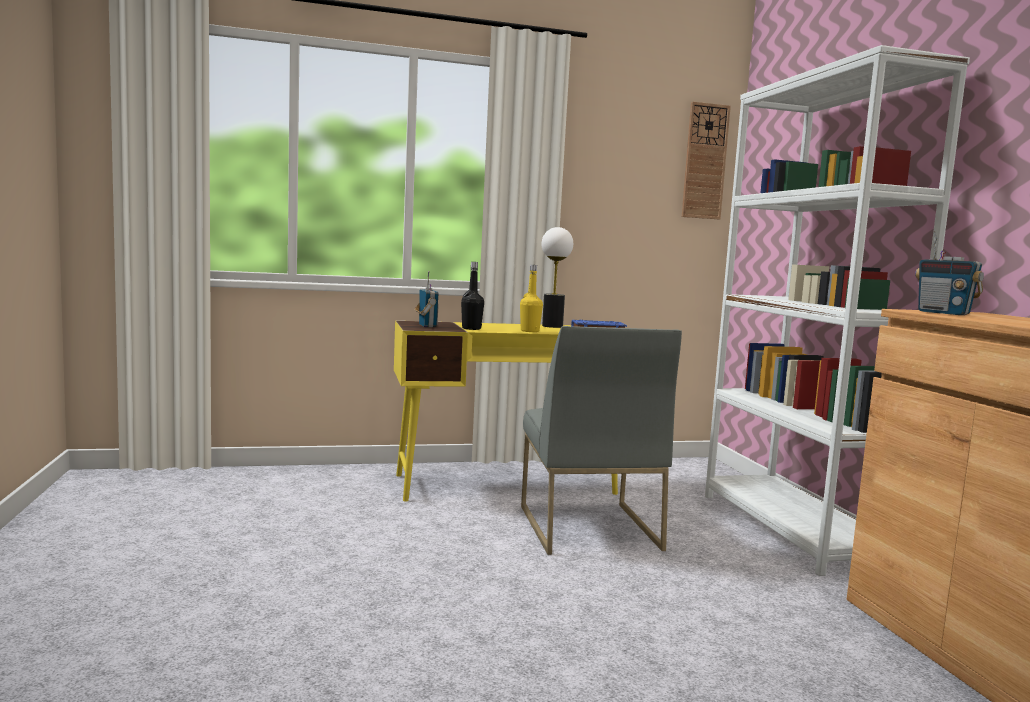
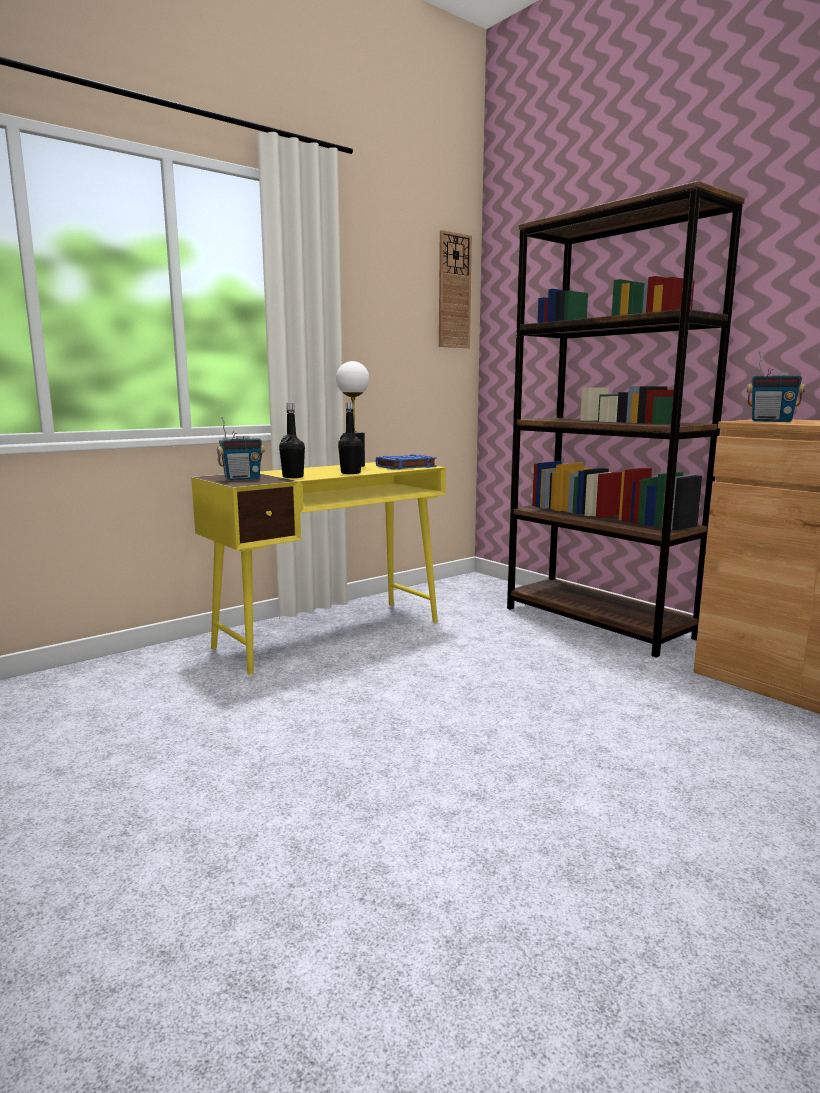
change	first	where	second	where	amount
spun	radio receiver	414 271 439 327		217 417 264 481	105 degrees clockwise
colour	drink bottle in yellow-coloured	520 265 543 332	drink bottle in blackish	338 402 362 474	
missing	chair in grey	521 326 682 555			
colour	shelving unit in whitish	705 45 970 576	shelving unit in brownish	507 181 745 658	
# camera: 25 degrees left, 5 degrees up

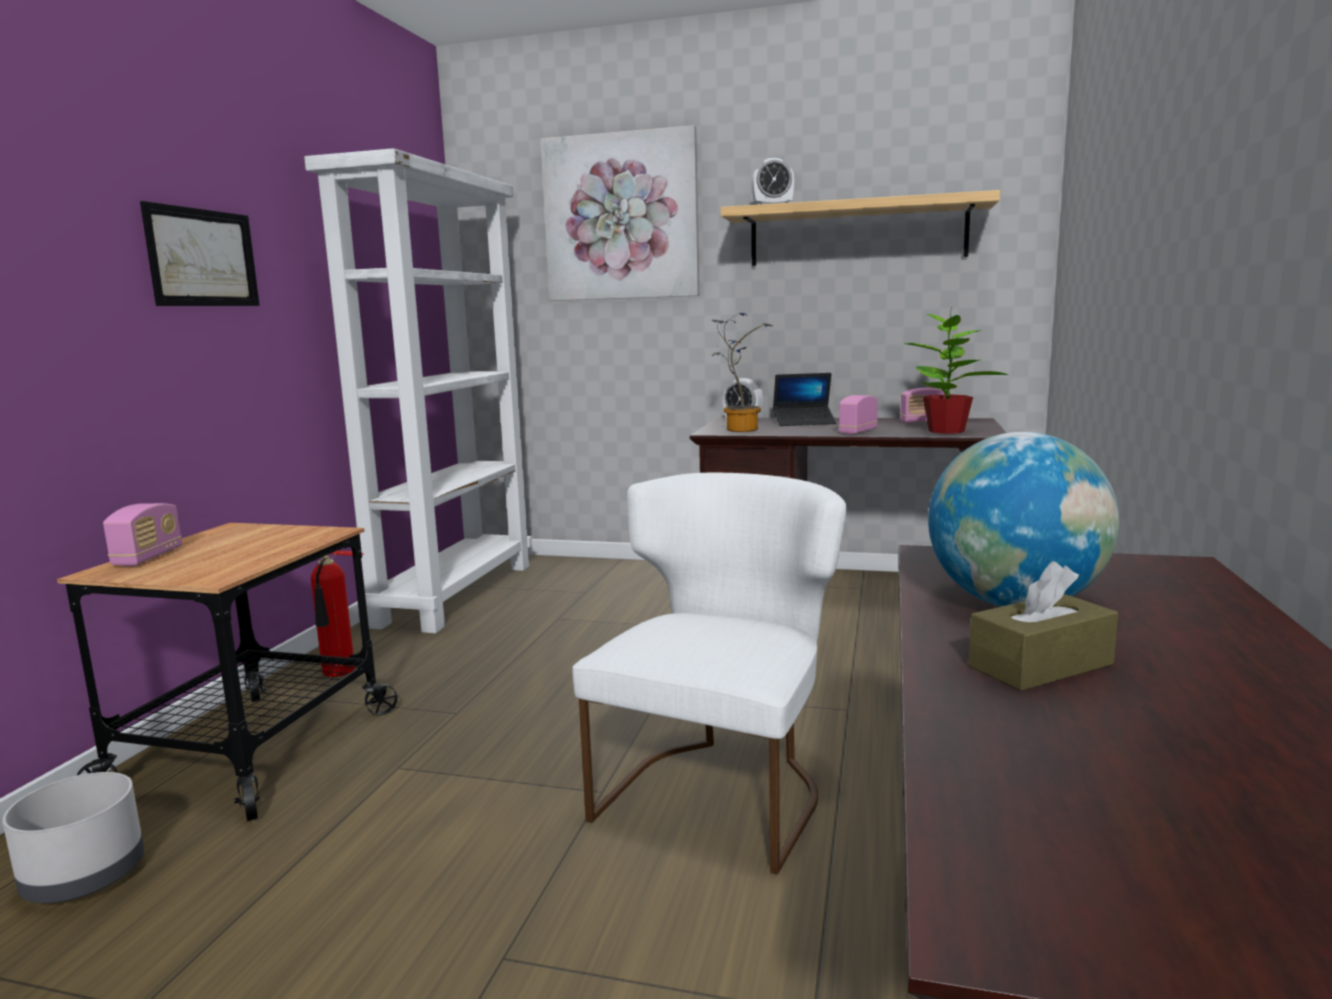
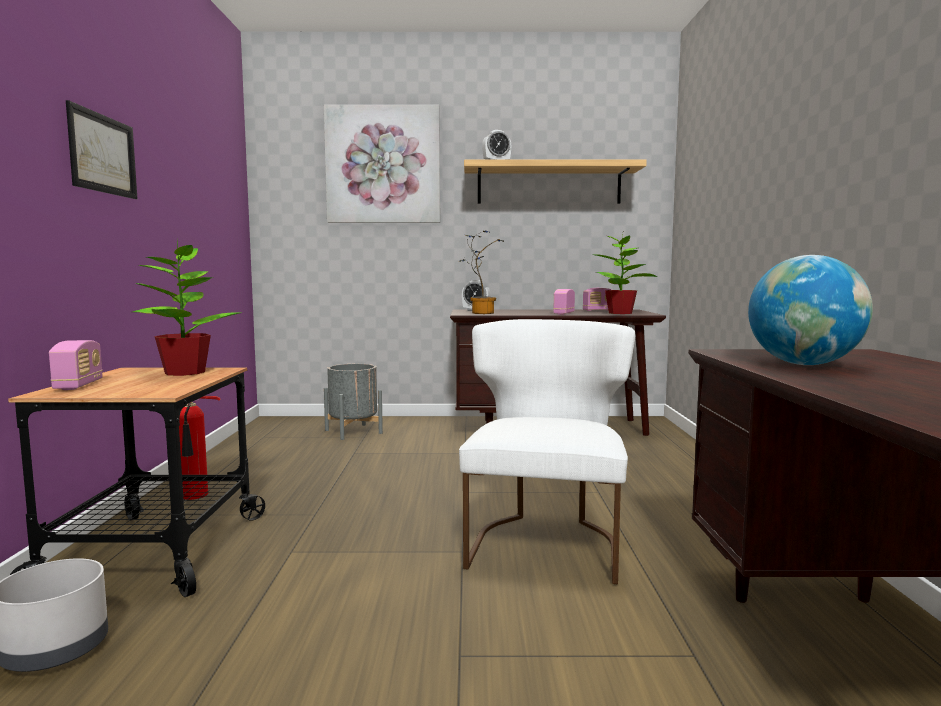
change	first	where	second	where	amount
missing	shelving unit in whitish	304 148 532 633			
missing	portable computer	773 373 836 426			
missing	box of tissues in brownish	969 561 1118 691			
appeared			potted plant	132 238 239 376	
appeared			plant pot in grey	324 364 383 440	
# camera: 15 degrees left, 5 degrees down

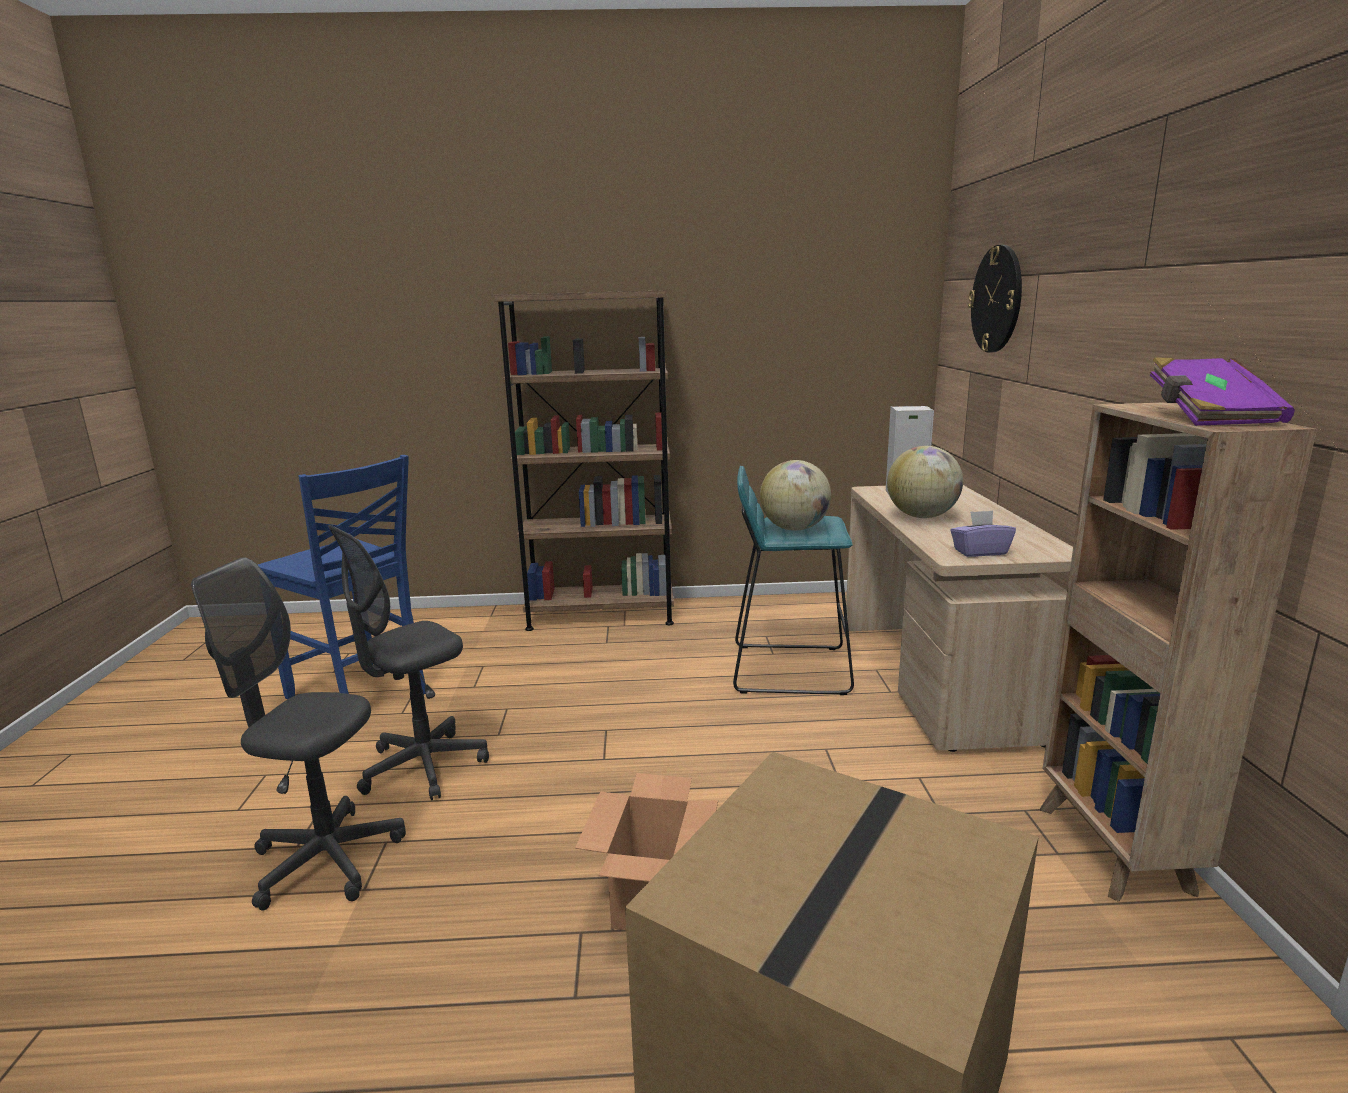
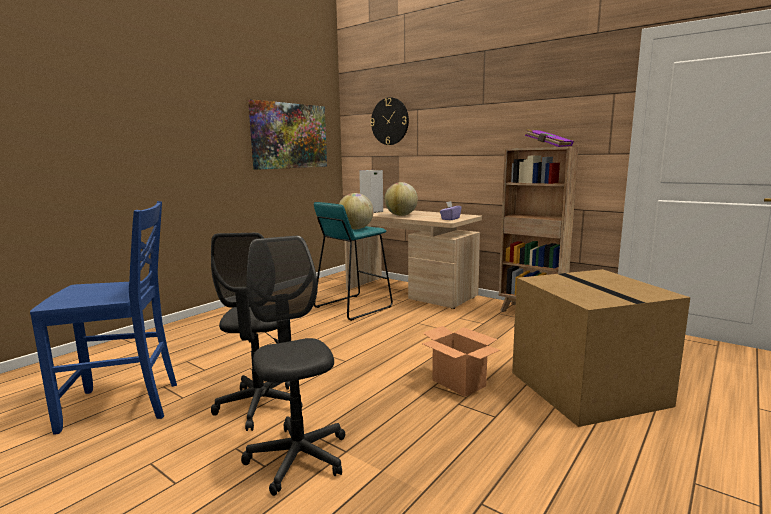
change	first	where	second	where	amount
spun	office chair in grey	191 557 406 911		241 236 345 496	105 degrees clockwise
missing	shelving unit in brownish	494 290 674 631			
appeared			wall picture	248 99 327 170	
# camera: 50 degrees left, 5 degrees down

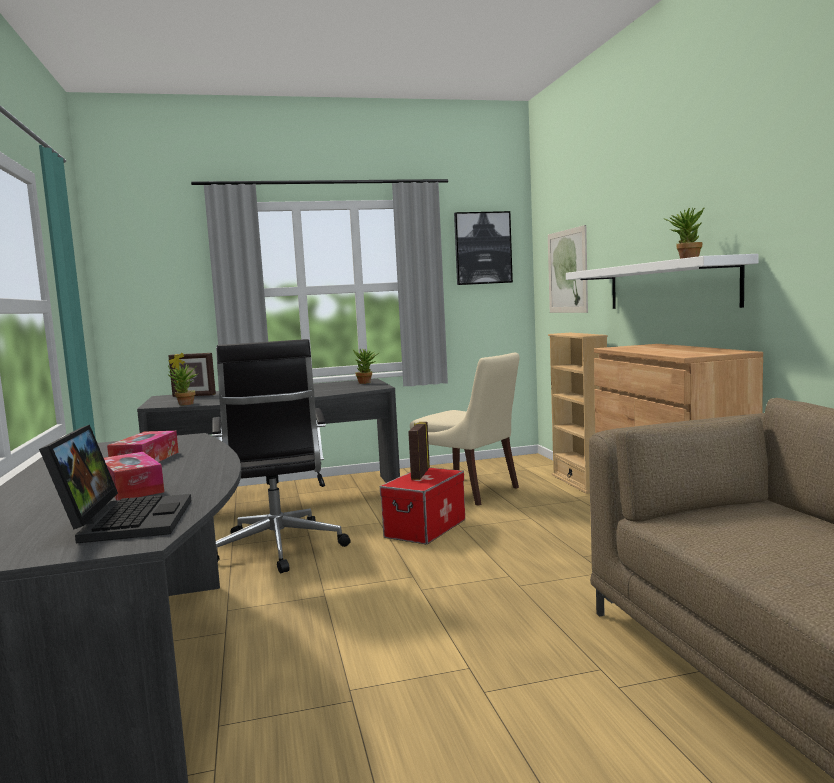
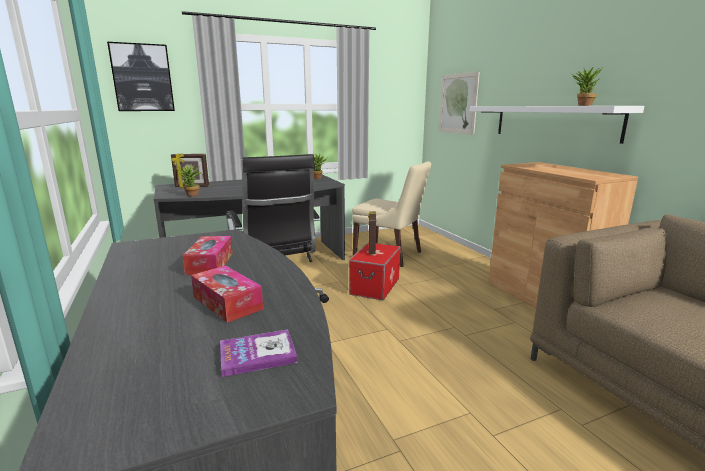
change	first	where	second	where	amount
exchanged	portable computer	39 425 191 544	book	220 330 298 377	
relocated	wall picture	454 211 513 285		107 42 175 111	
missing	shelving unit in sand-coloured	548 333 608 494			
# camera: 10 degrees left, 10 degrees up

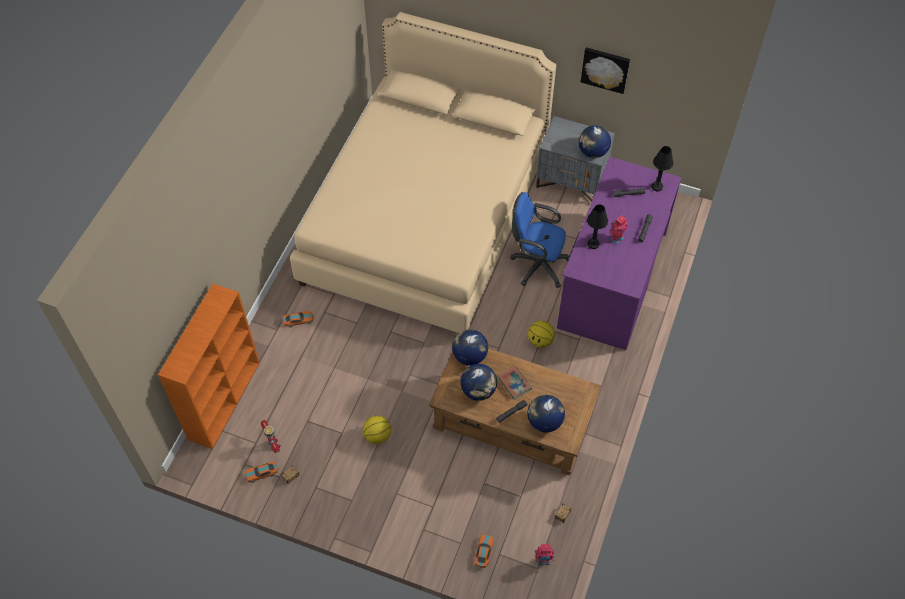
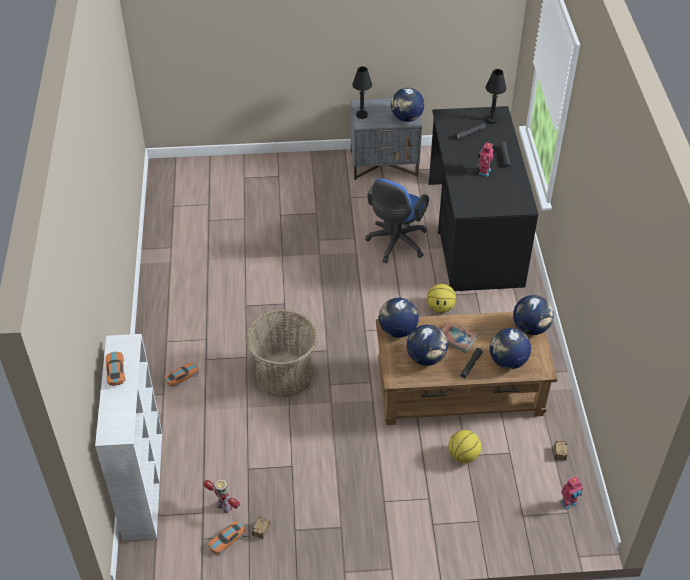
change	first	where	second	where	amount
colour	shelving unit in orange	158 284 260 449	shelving unit in whitish	95 334 162 541	
missing	bedroom bed in sand-coloured	290 12 556 334			
relocated	basketball ball	362 416 391 444		448 430 481 463	
relocated	toy car	474 535 494 568		106 352 125 386	
spun	office chair in bluish	510 192 569 288		365 178 429 263	60 degrees counterclockwise
colour	desk in purple-coloured	557 157 682 350	desk in blackish	429 106 538 291	
missing	wall picture	581 47 630 94			
relocated	table lamp in blackish	587 204 608 249		352 66 372 119	
appeared			household basket	245 309 318 398	
appeared			world globe	513 295 554 335	
# camera: 25 degrees left, 10 degrees down

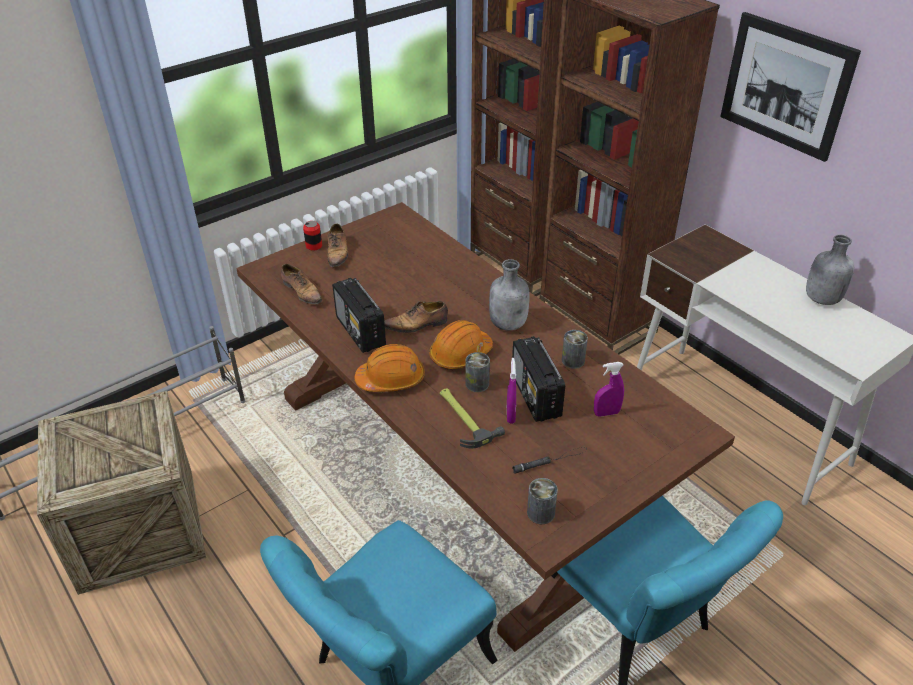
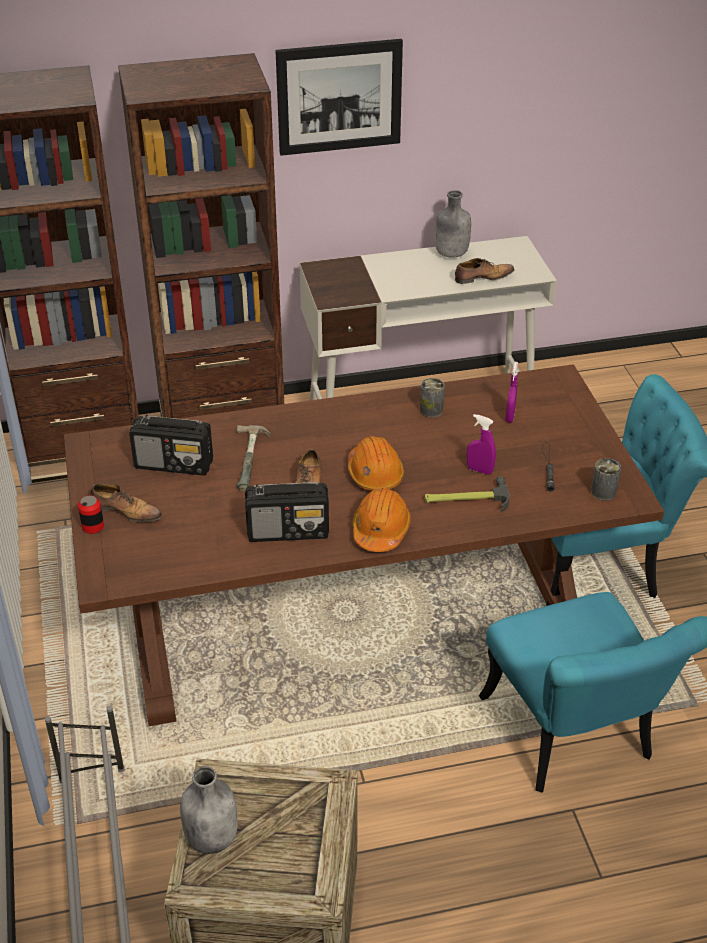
change	first	where	second	where	amount
relocated	low shoe	281 264 322 304		455 258 515 284	
missing	can	465 352 490 392			
relocated	drink bottle in grey	489 259 530 331		180 766 238 854	
relocated	radio receiver	512 336 565 422		129 415 213 476	
appeared			tool hammer	236 425 271 491	
# camera: 65 degrees left, 0 degrees up

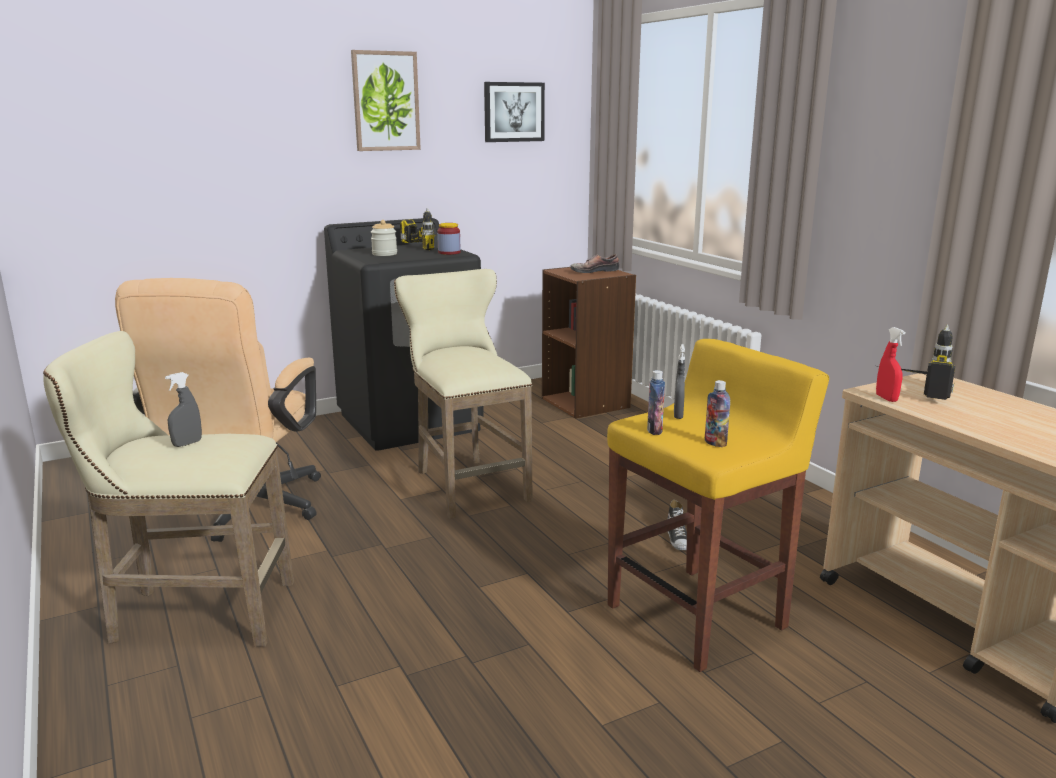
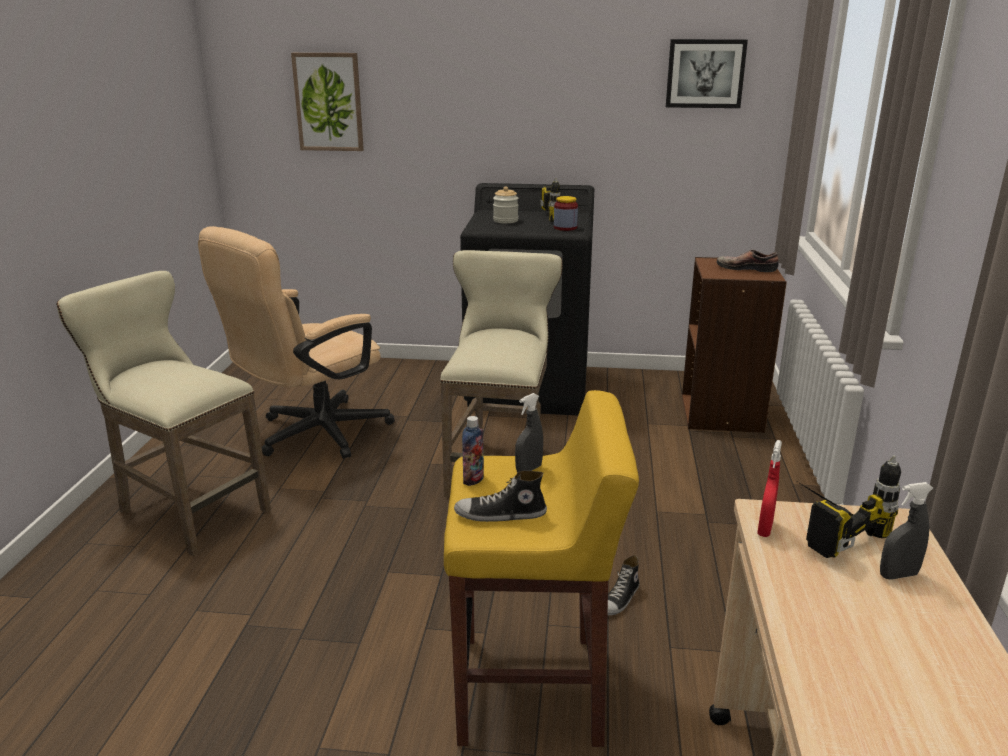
change	first	where	second	where	amount
relocated	hand sprayer in grey	165 372 202 447		880 482 933 580	
relocated	wall picture	351 50 421 151		291 53 364 151	
exchanged	drink bottle	705 380 730 447	low shoe	454 471 547 522	
# camera: 35 degrees right, 5 degrees up

